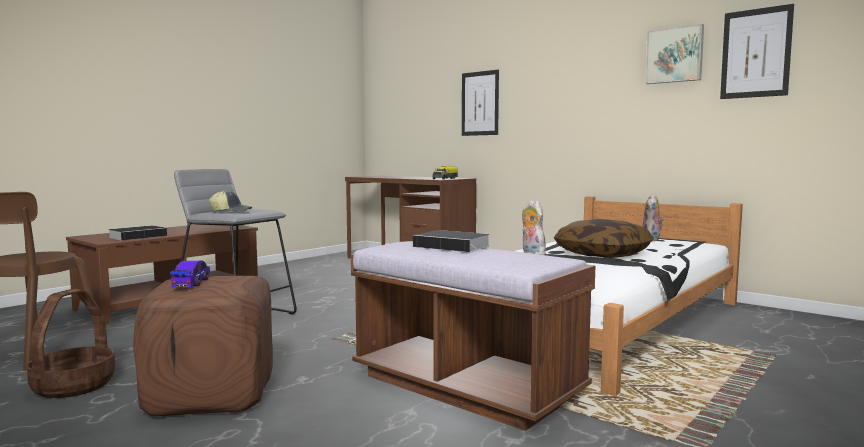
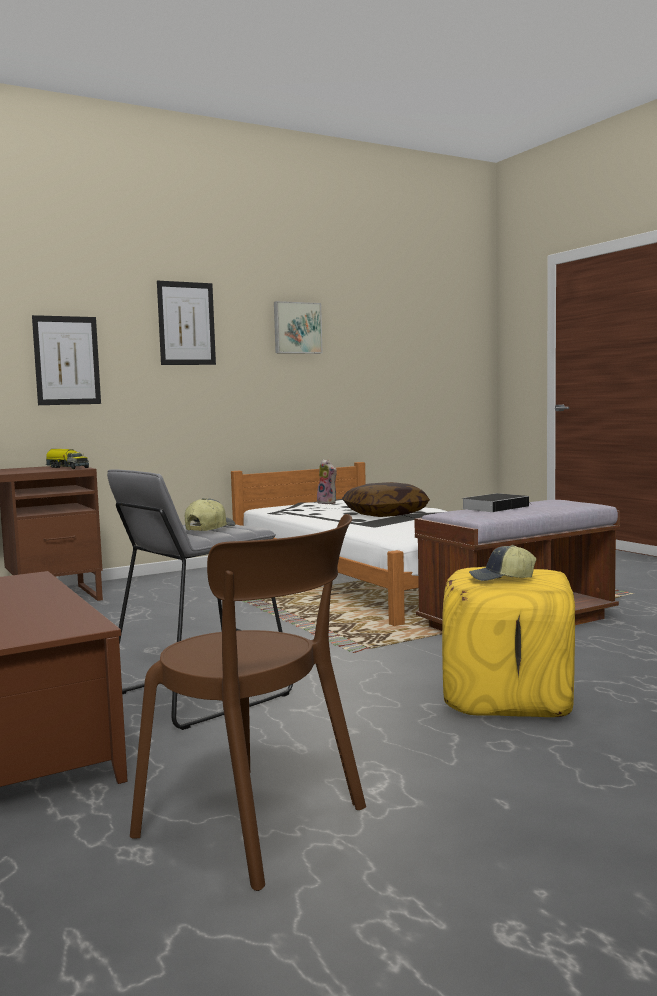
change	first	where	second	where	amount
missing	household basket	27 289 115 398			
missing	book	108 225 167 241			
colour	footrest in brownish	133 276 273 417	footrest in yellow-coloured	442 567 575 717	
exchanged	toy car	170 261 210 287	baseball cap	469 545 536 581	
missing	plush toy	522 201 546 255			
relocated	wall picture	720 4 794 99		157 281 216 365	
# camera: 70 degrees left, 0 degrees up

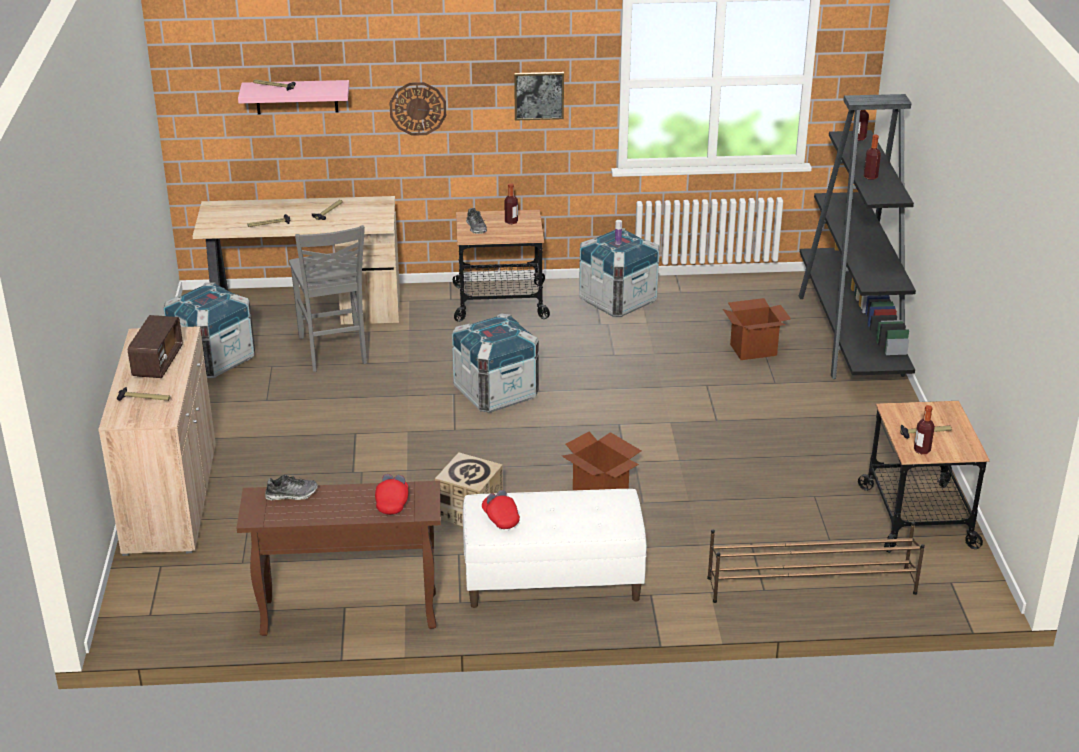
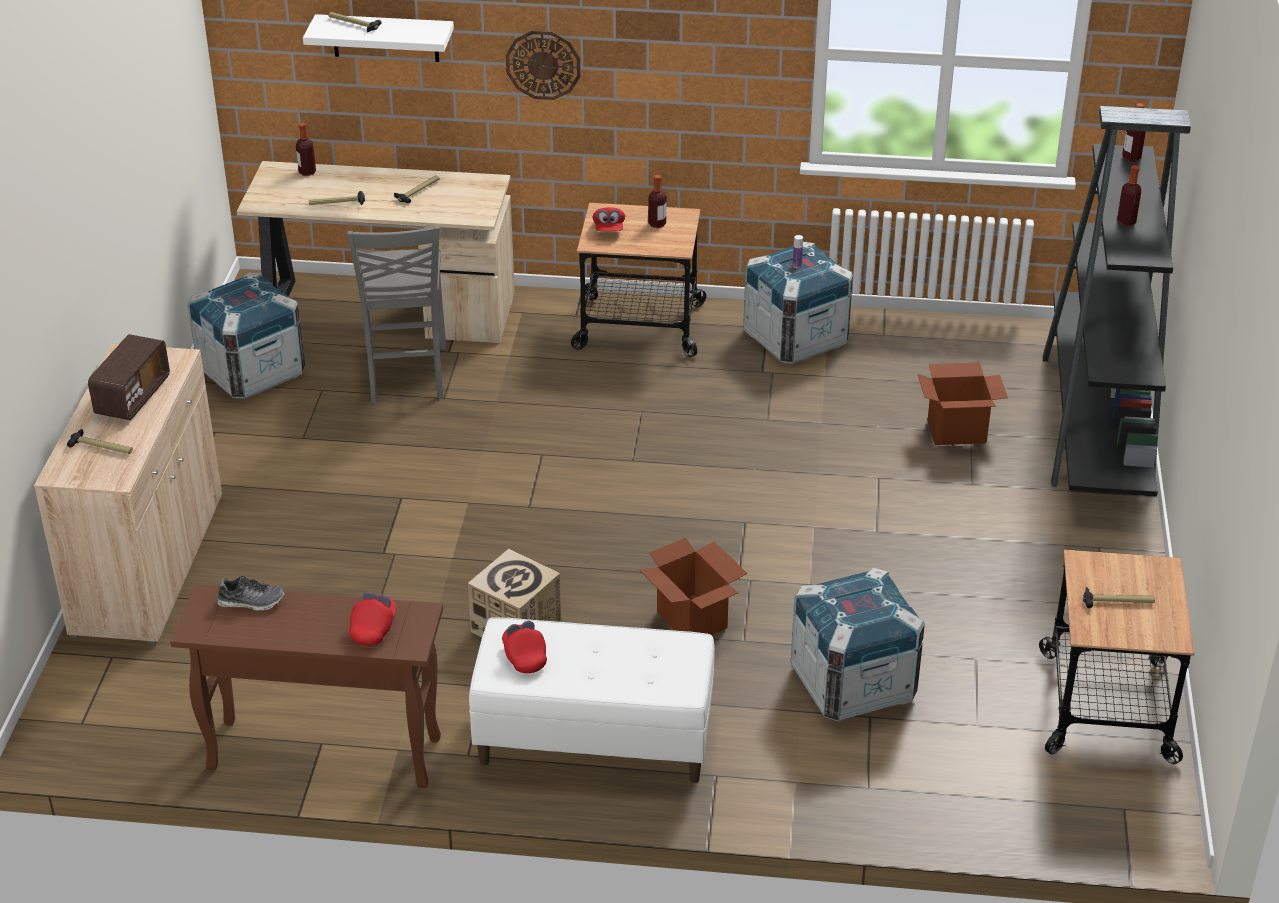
change	first	where	second	where	amount
colour	shelf in pinkish	238 80 349 115	shelf in whitish	303 14 454 62	
relocated	packing crate	452 314 539 413		791 568 925 722	
exchanged	low shoe	466 208 487 234	baseball cap in red	592 207 625 231	
missing	wall picture	514 72 564 120			
missing	shoe stand in brownish	707 522 925 603			
relocated	drink bottle	914 405 935 454		296 123 316 176	
# camera: 10 degrees right, 5 degrees up

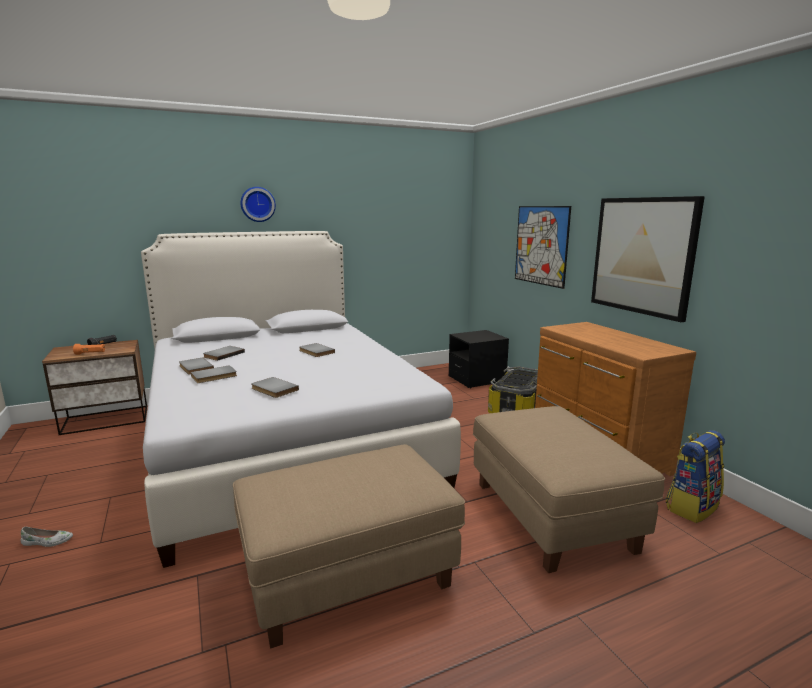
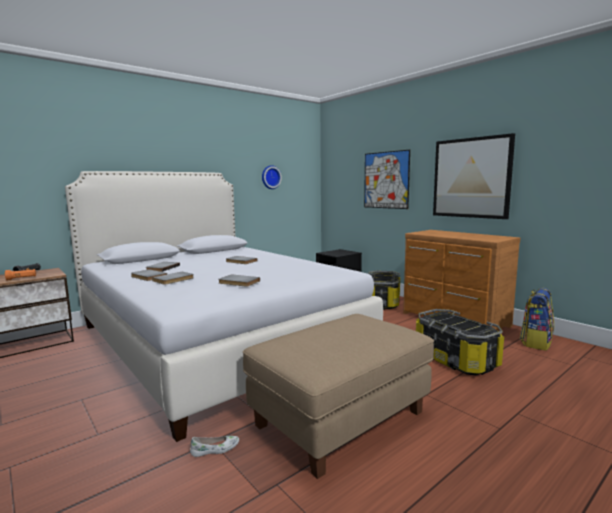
change	first	where	second	where	amount
relocated	low shoe in whitish	21 527 73 547		190 436 239 457	
relocated	clock on the wall	241 187 276 222		262 165 282 189	
exchanged	footrest in sand-coloured	473 406 665 573	storage container	416 309 504 375	
# camera: 15 degrees left, 5 degrees down

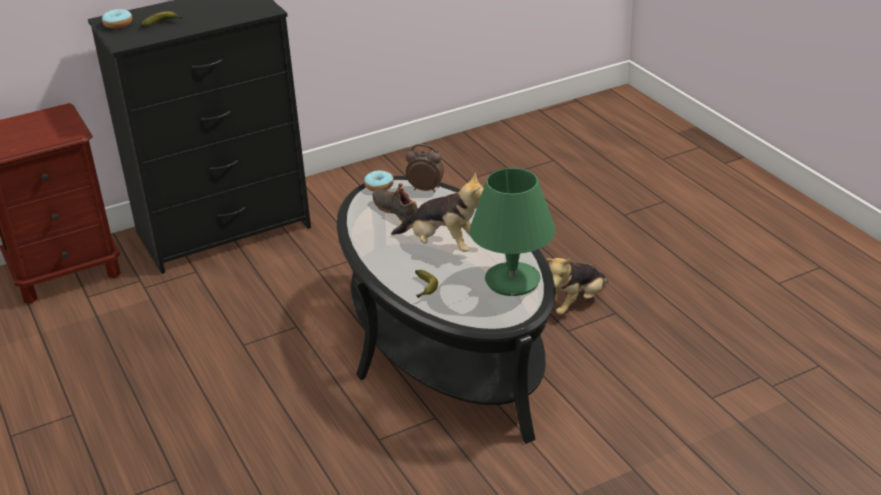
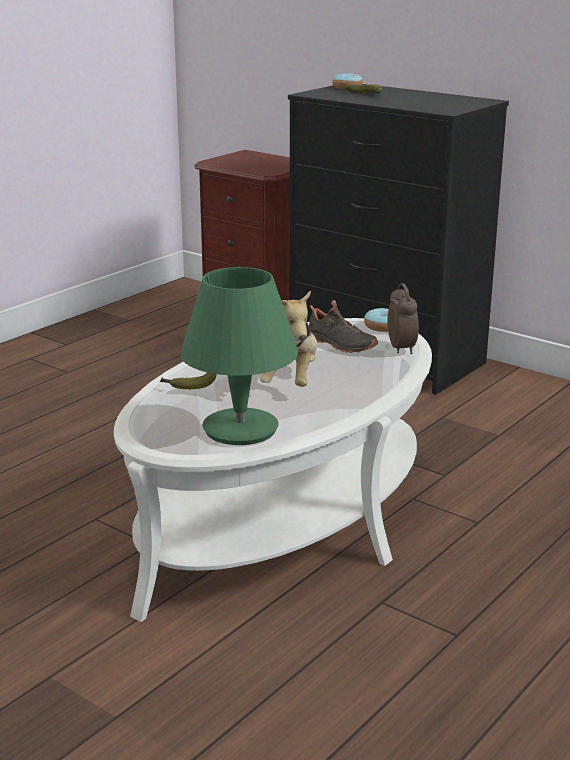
change	first	where	second	where	amount
colour	lounge table in blackish	337 176 556 444	lounge table in whitish	114 318 432 622	
spun	low shoe in blackish	372 183 418 222		309 300 378 353	105 degrees clockwise
missing	plush toy	546 258 608 315			
# camera: 65 degrees right, 10 degrees down

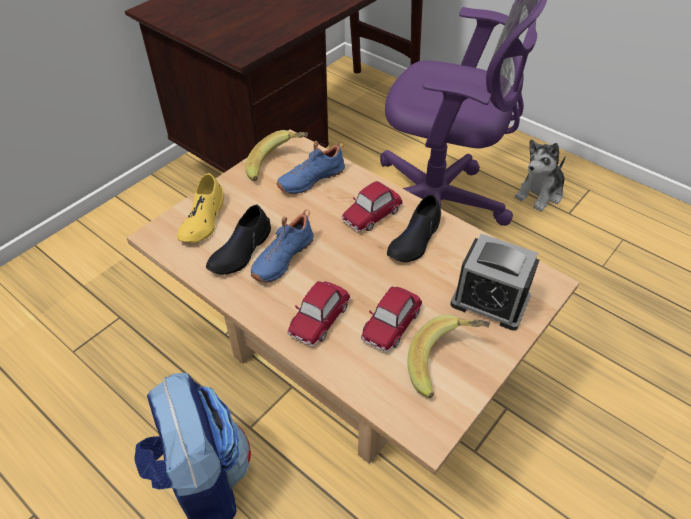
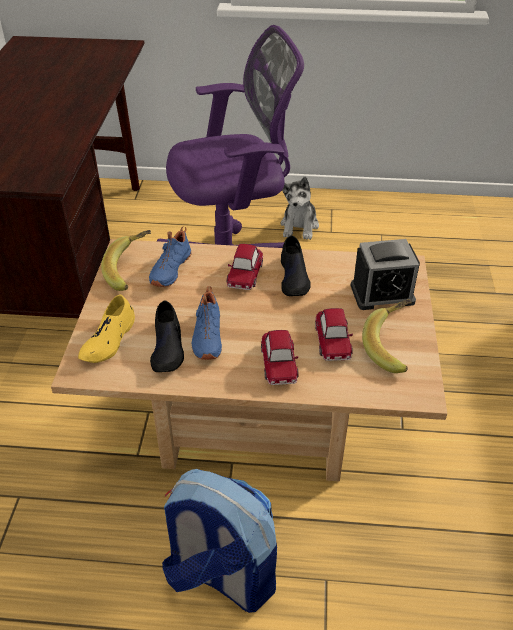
change	first	where	second	where	amount
spun	low shoe in yellow-coloured	177 173 224 243		78 294 135 363	45 degrees clockwise
# camera: 35 degrees left, 5 degrees down

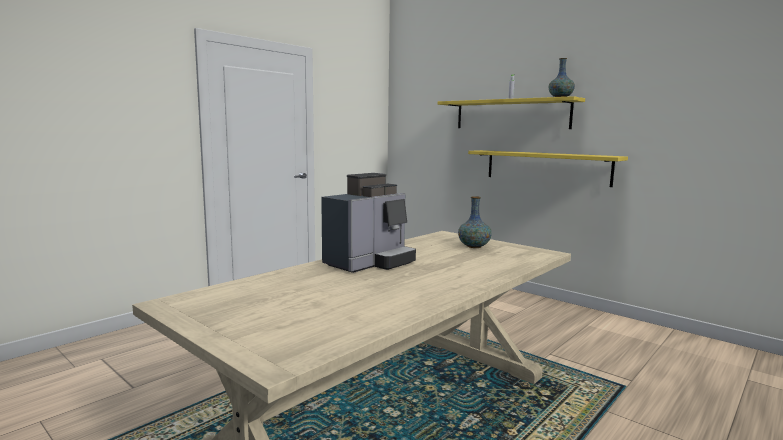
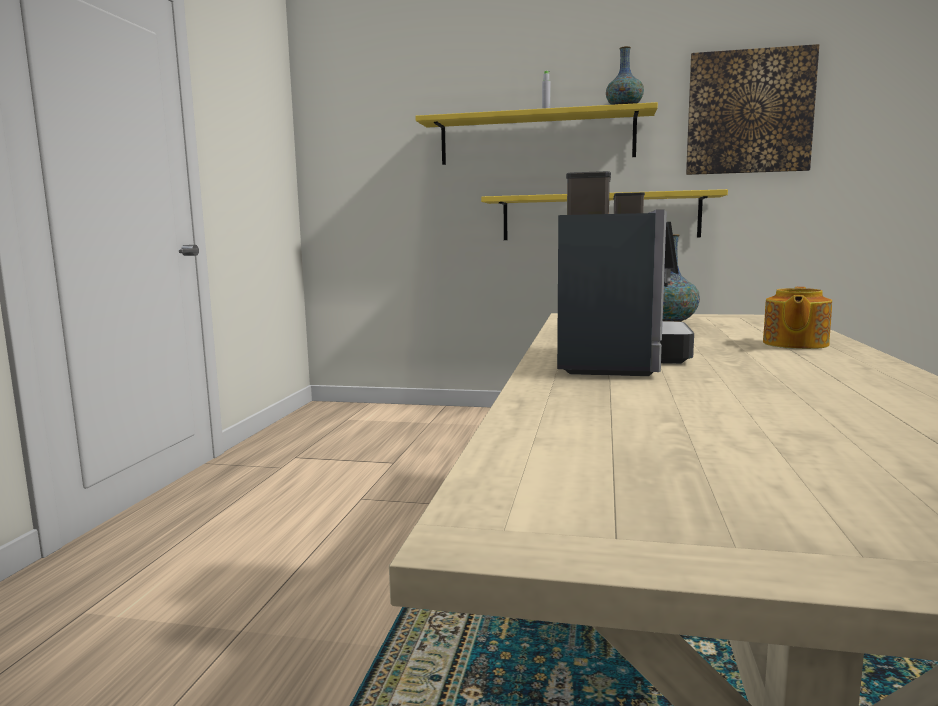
change	first	where	second	where	amount
appeared			wall picture	686 44 819 175	
appeared			teapot	763 287 832 349	
# camera: 30 degrees left, 0 degrees up

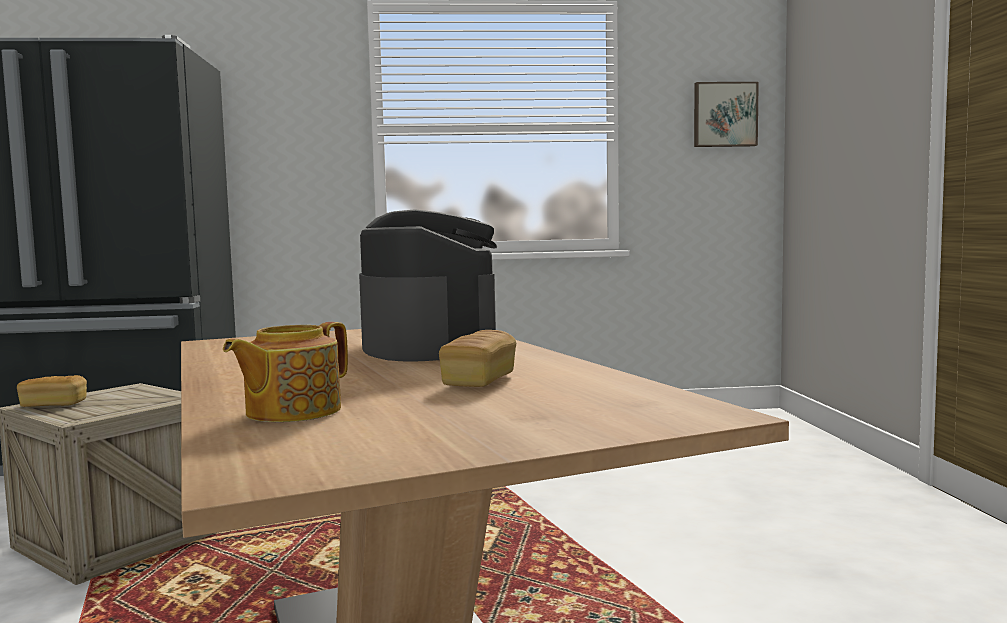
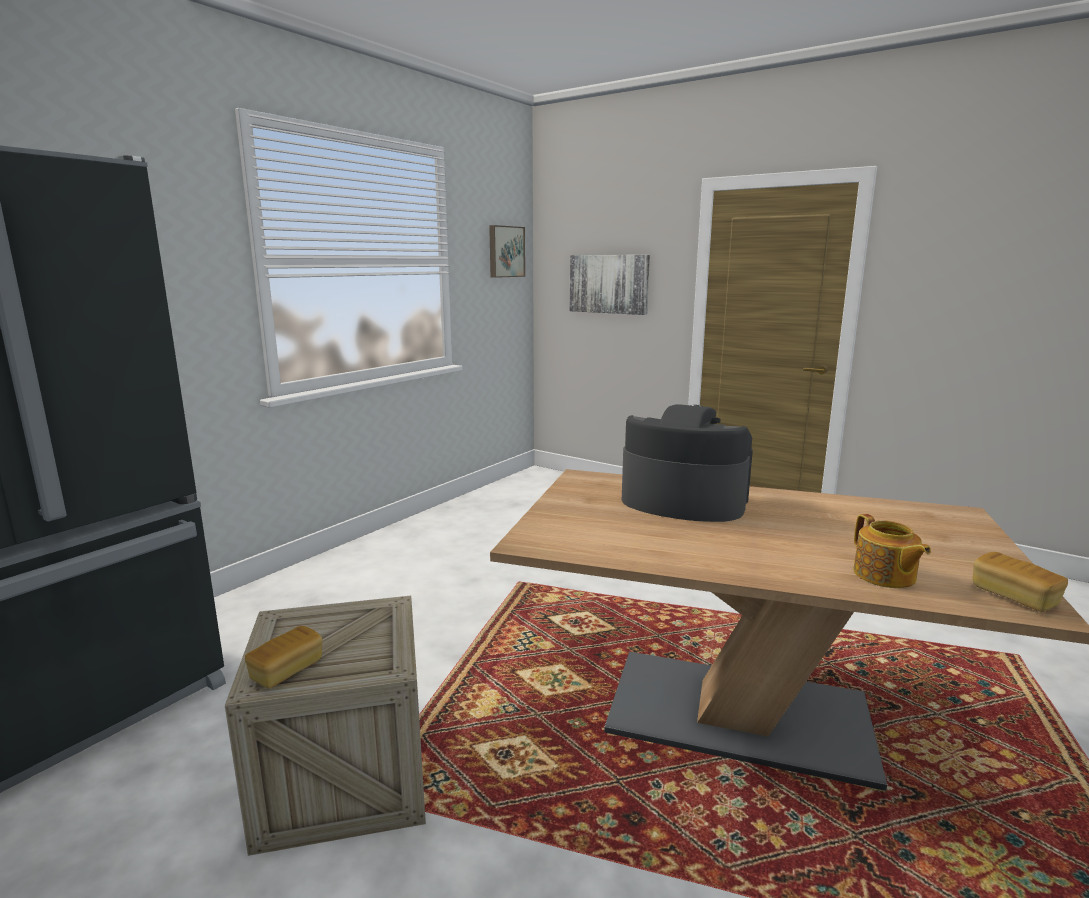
change	first	where	second	where	amount
relocated	baked bread	439 330 516 387		973 552 1068 612	
appeared			wall picture	570 255 650 315	
# camera: 50 degrees left, 10 degrees up

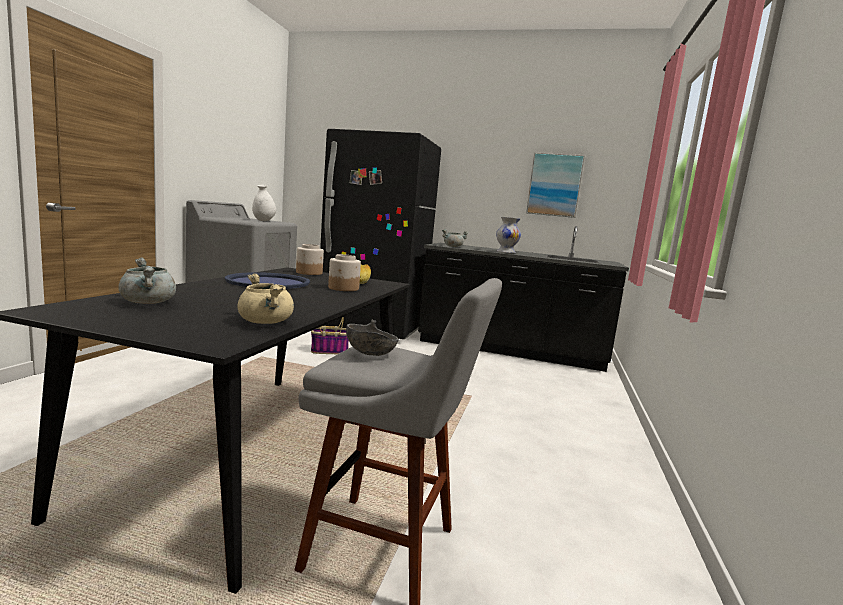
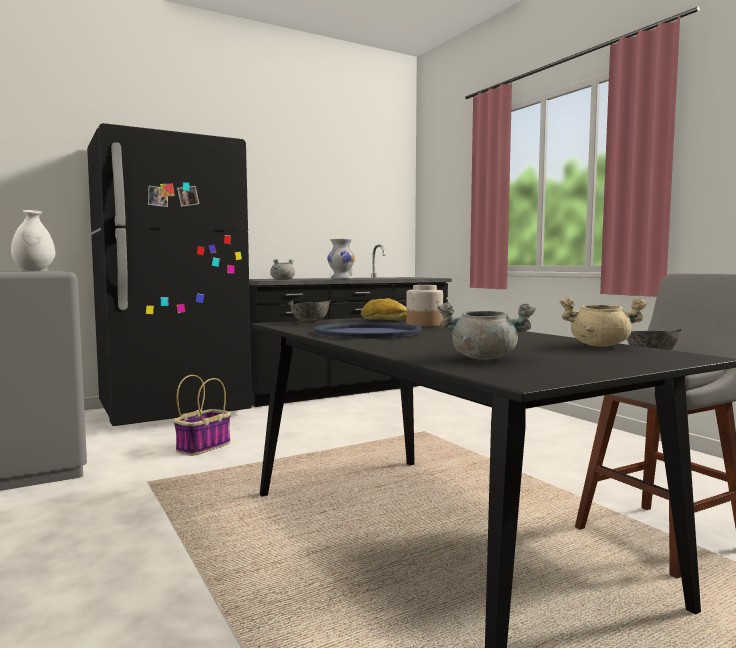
change	first	where	second	where	amount
exchanged	jar	296 244 324 275	deep dish in grey	288 300 331 323	
missing	wall picture	526 152 585 218			
# camera: 45 degrees left, 5 degrees down

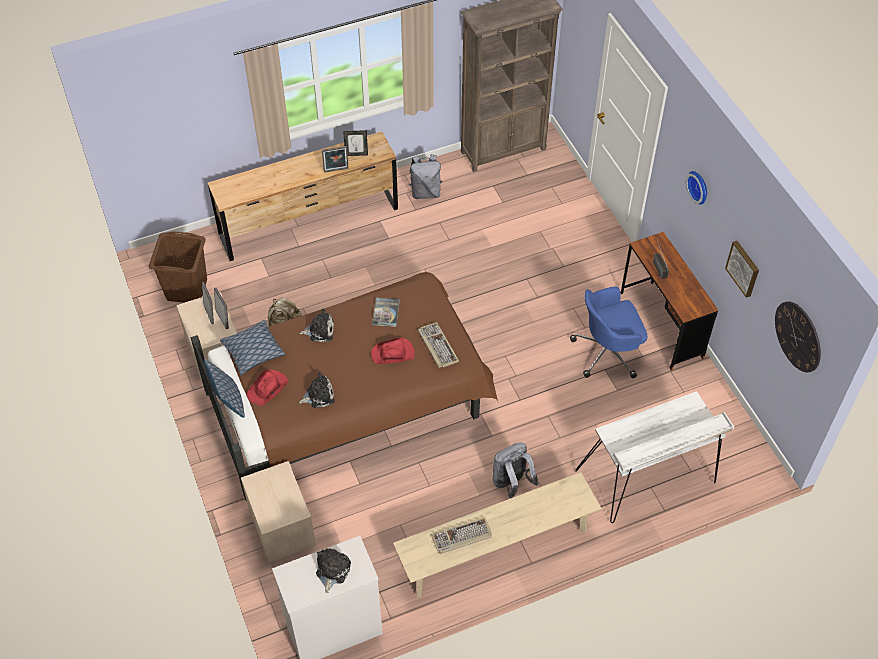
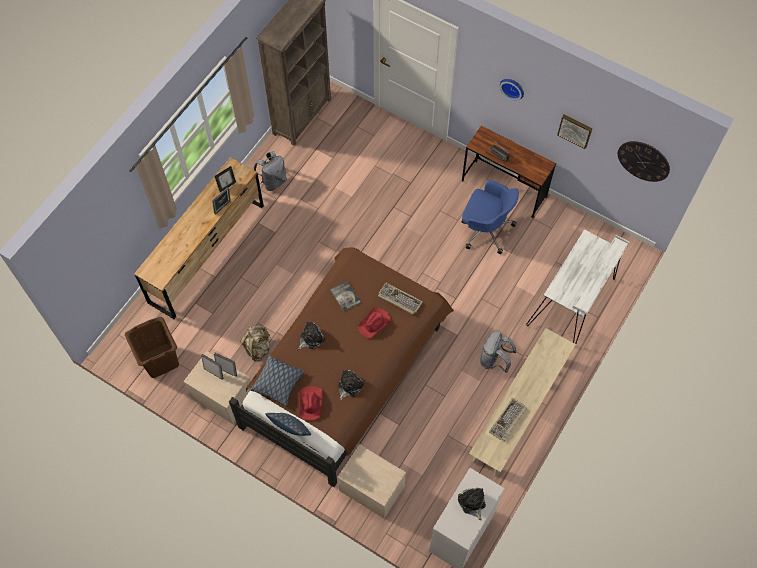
change	first	where	second	where	amount
spun	office chair in bluish	570 286 647 378		461 180 519 254	105 degrees counterclockwise
# camera: 35 degrees left, 10 degrees up

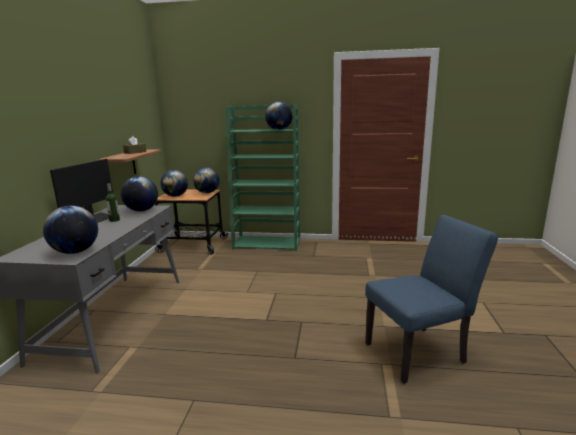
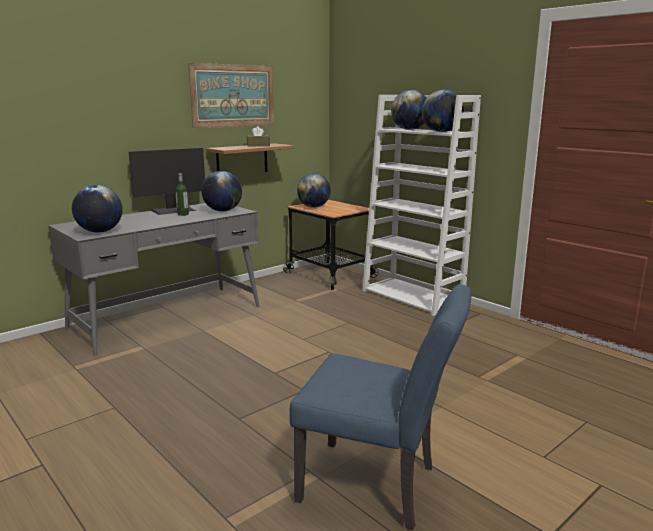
change	first	where	second	where	amount
relocated	world globe	193 167 220 193		391 90 427 130	
colour	shelving unit in green	226 105 300 251	shelving unit in whitish	362 95 481 316	
appeared			wall picture	188 63 274 128	
# camera: 40 degrees right, 0 degrees up

